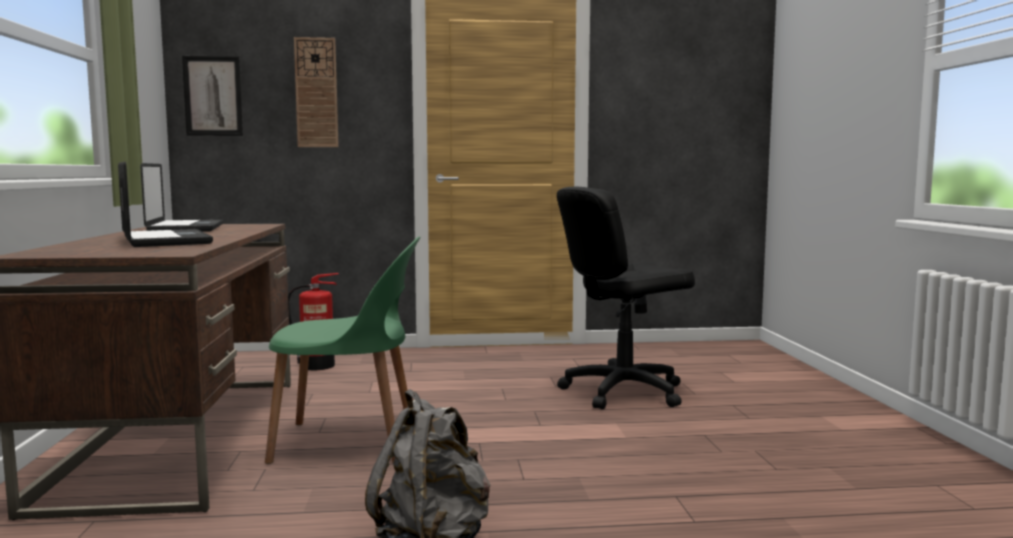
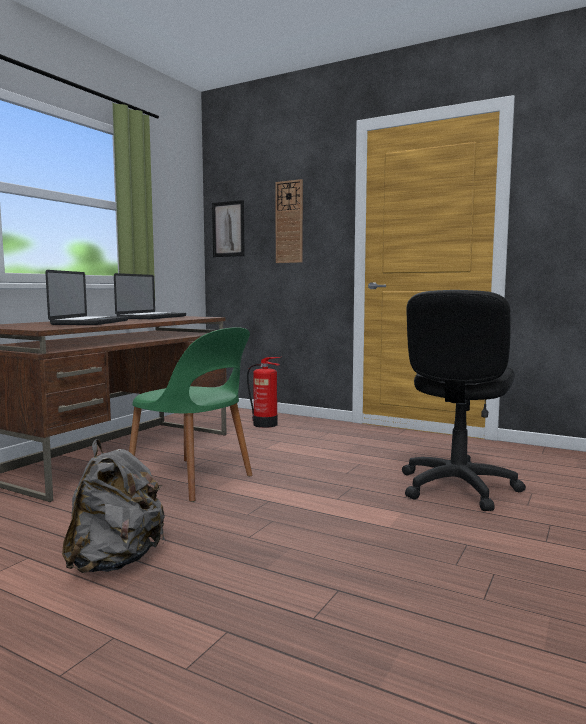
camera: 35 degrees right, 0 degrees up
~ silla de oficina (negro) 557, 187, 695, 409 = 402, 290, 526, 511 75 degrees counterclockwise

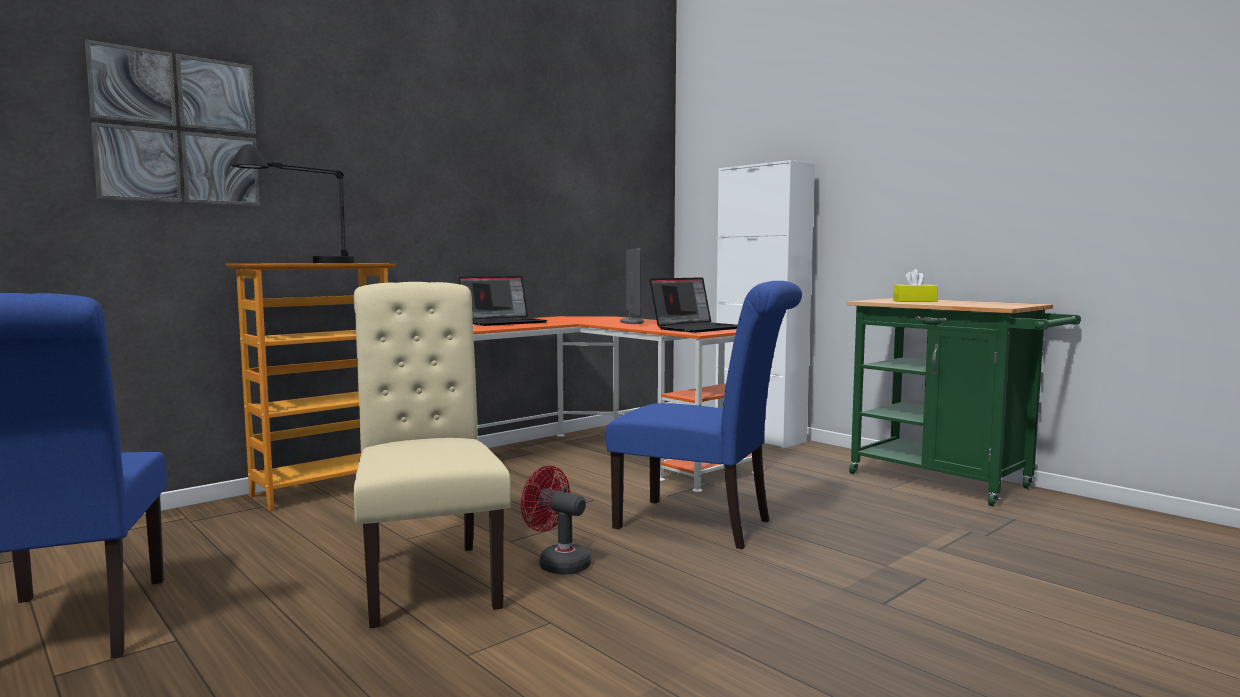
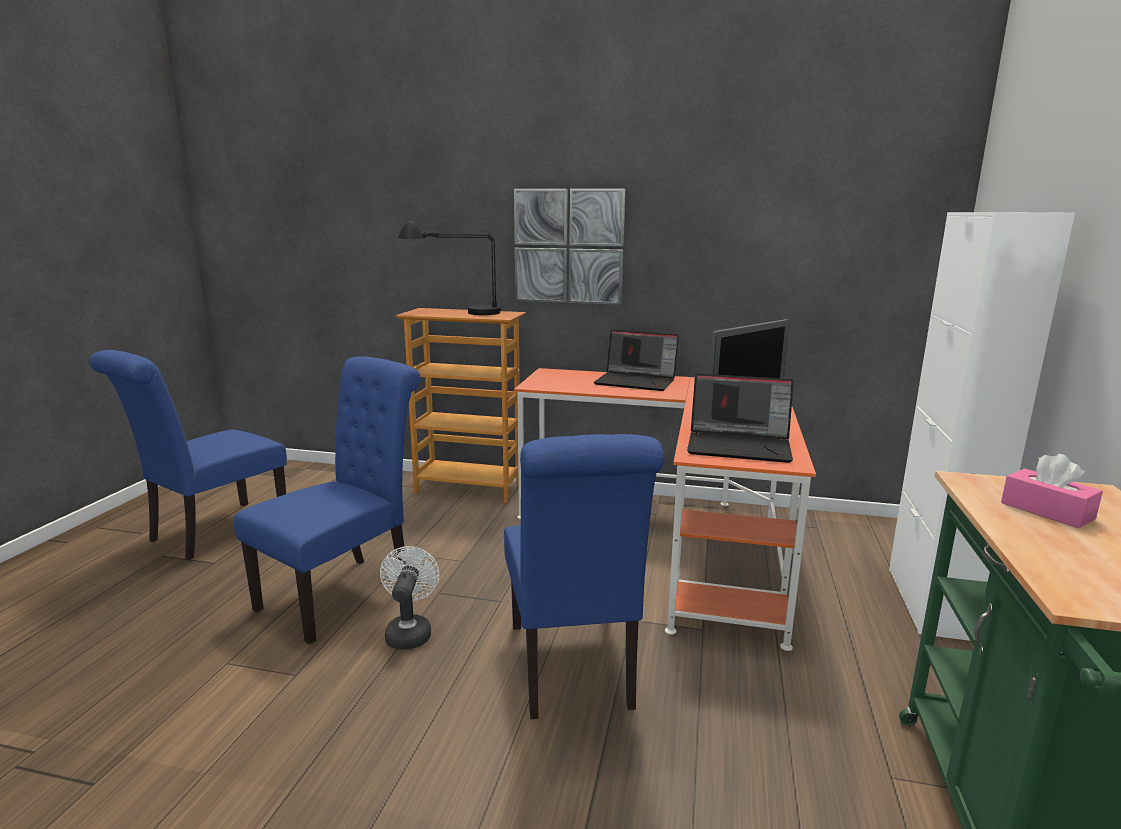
camera: 55 degrees right, 10 degrees up
~ cuadro 85, 39, 260, 206 to 514, 189, 625, 305
~ silla (beis) 353, 282, 511, 628 to silla (azul) 233, 356, 421, 645
~ ventilador (rojo) 521, 466, 591, 575 to ventilador (blanco) 380, 546, 439, 649
~ caja de pañuelos (amarillo) 893, 269, 938, 302 to caja de pañuelos (rosa) 1001, 454, 1103, 528

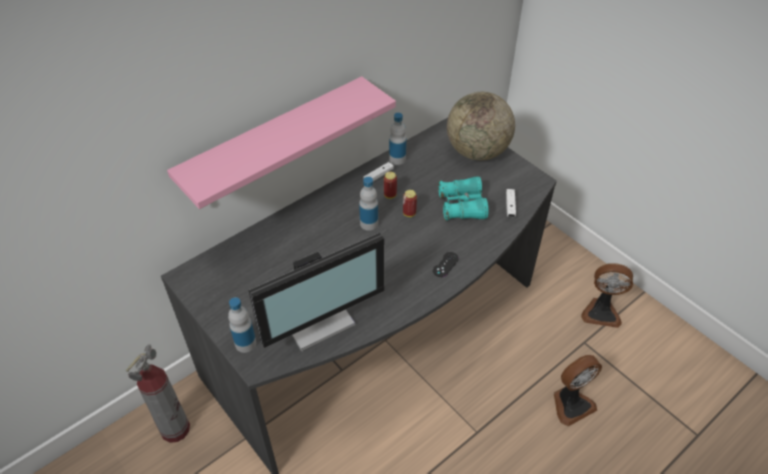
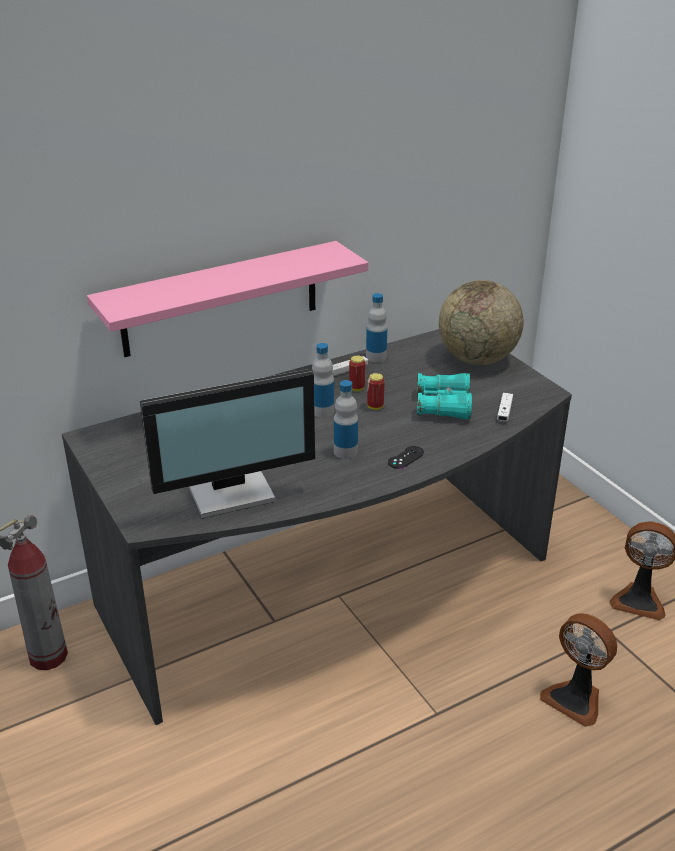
camera: 10 degrees right, 15 degrees down
~ botella 228, 297, 256, 353 to 334, 380, 358, 459
~ ventilador 553, 355, 602, 426 = 540, 613, 617, 727 60 degrees clockwise

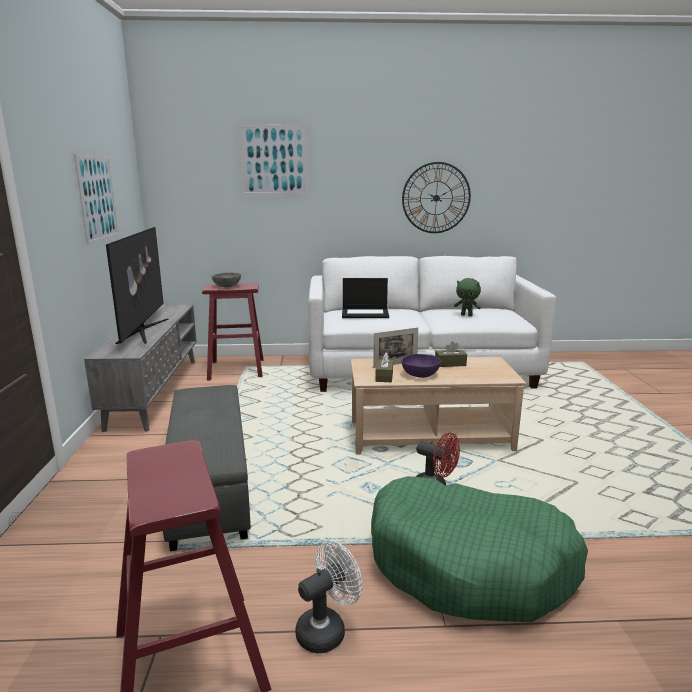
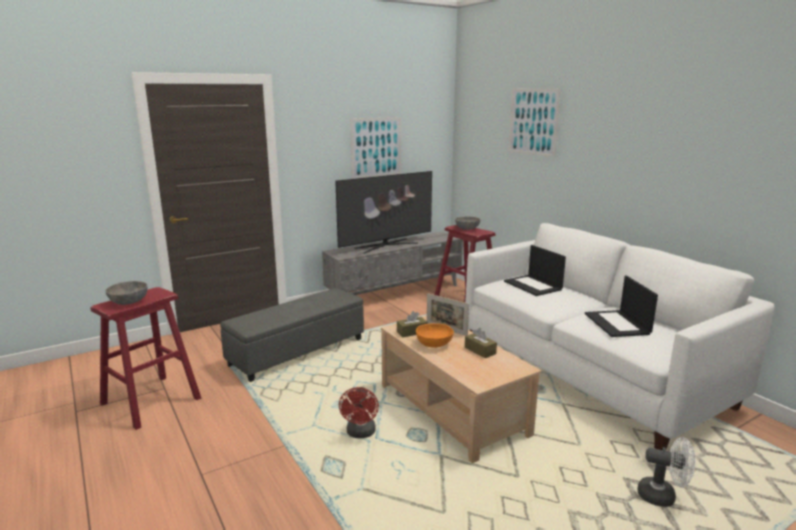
camera: 60 degrees right, 0 degrees up
~ ventilador (blanco) 295, 541, 362, 653 to 637, 437, 695, 507
- cama para perro (verde) 371, 476, 588, 622
~ cuenco (morado) 401, 354, 441, 378 to cuenco (naranja) 416, 323, 454, 348
- reloj de pared 402, 162, 471, 233
~ peluche (verde) 454, 278, 481, 316 to portátil 585, 275, 658, 337
+ cuenco (gris) 105, 281, 148, 305

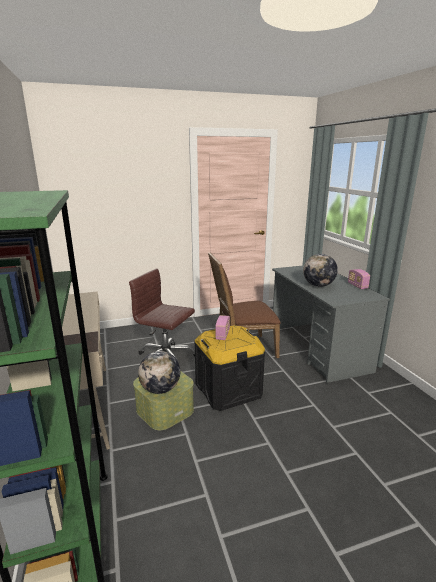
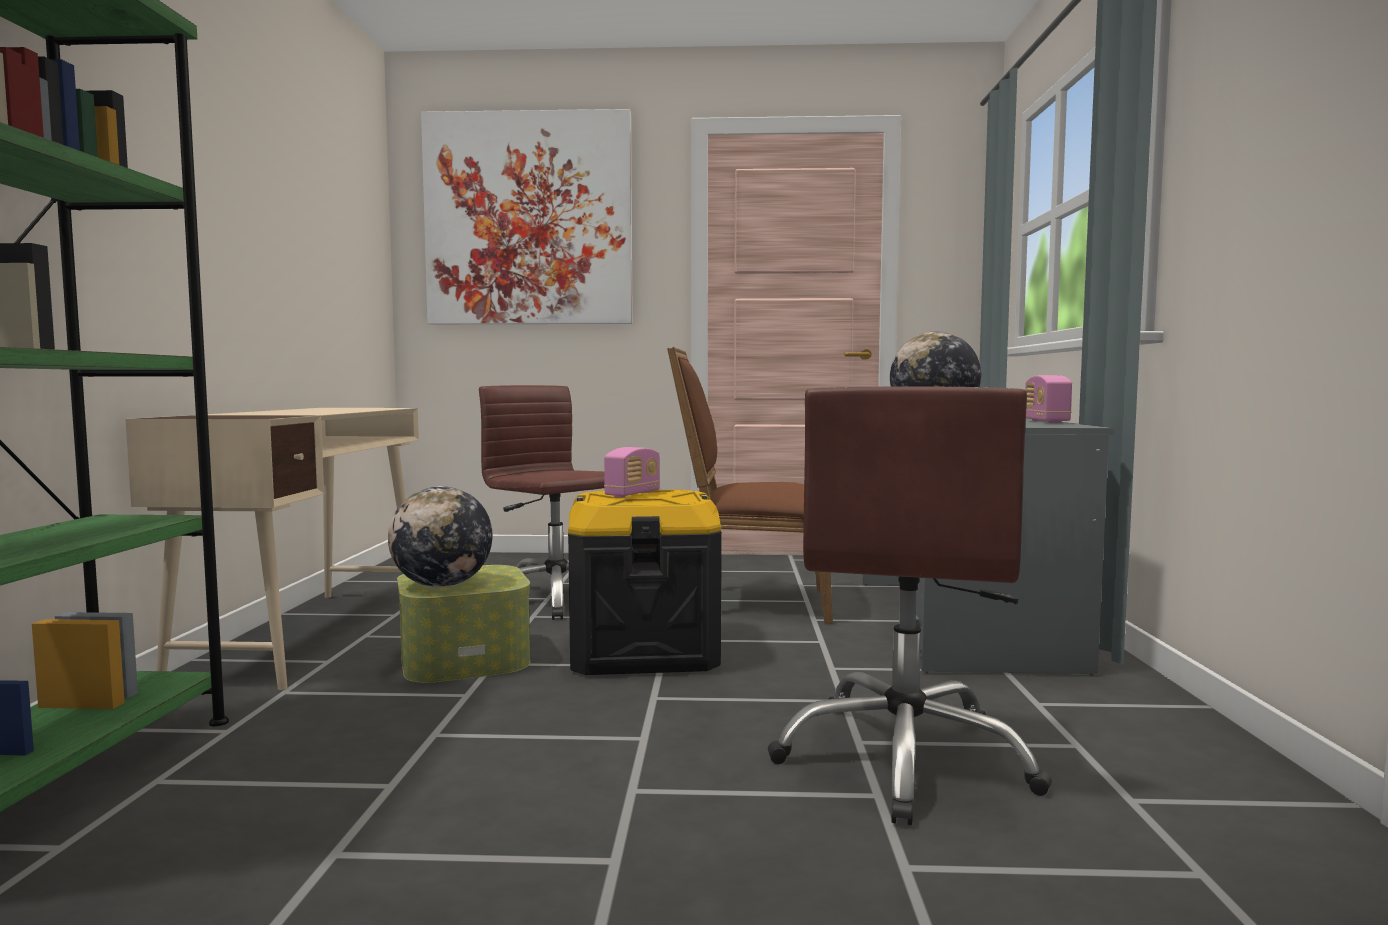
camera: 20 degrees right, 15 degrees down
+ cuadro 421, 109, 633, 324
+ silla de oficina (marrón) 768, 387, 1052, 825

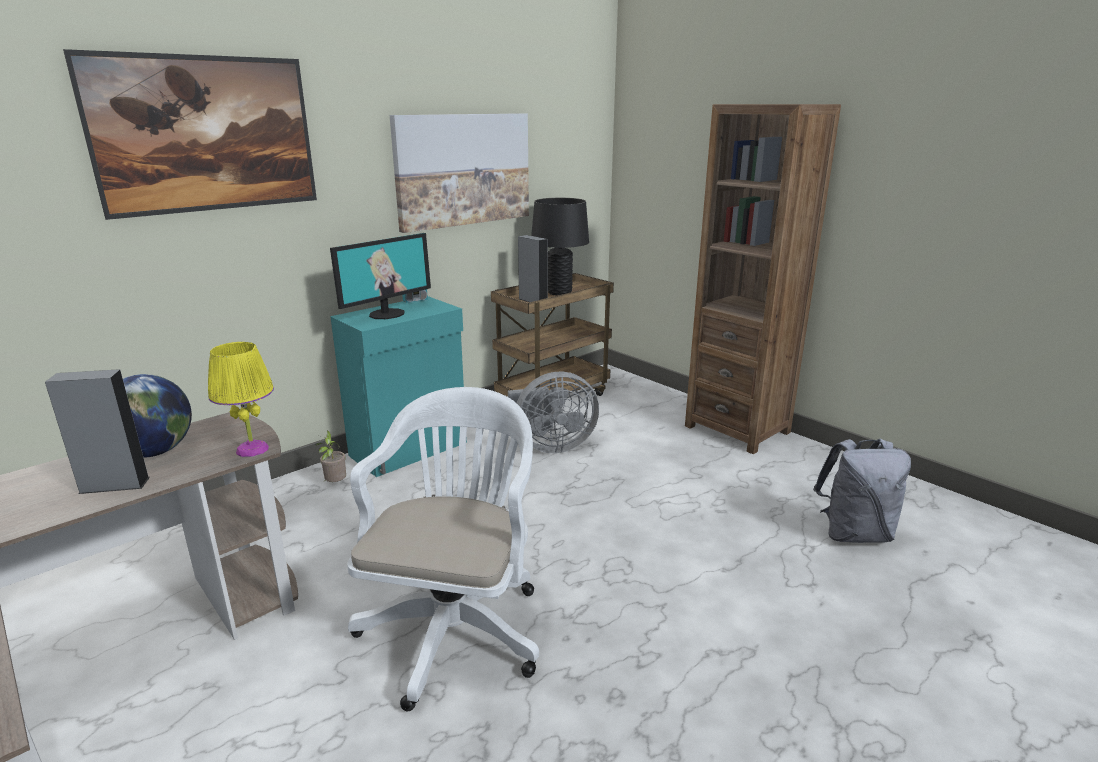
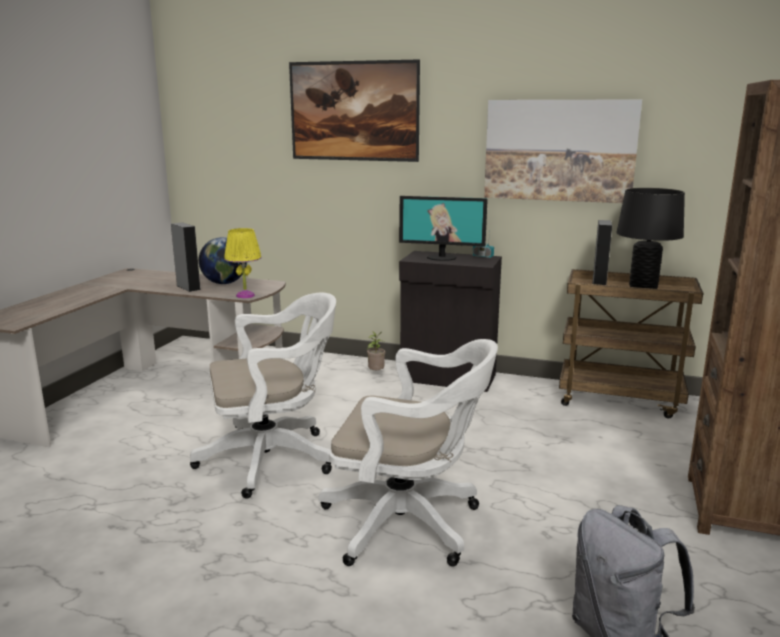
camera: 60 degrees right, 5 degrees down
~ armario (turquesa) 330, 296, 467, 477 to armario (negro) 399, 251, 502, 392
- ventilador (gris) 508, 372, 599, 453
+ silla de oficina (blanco) 319, 339, 498, 567

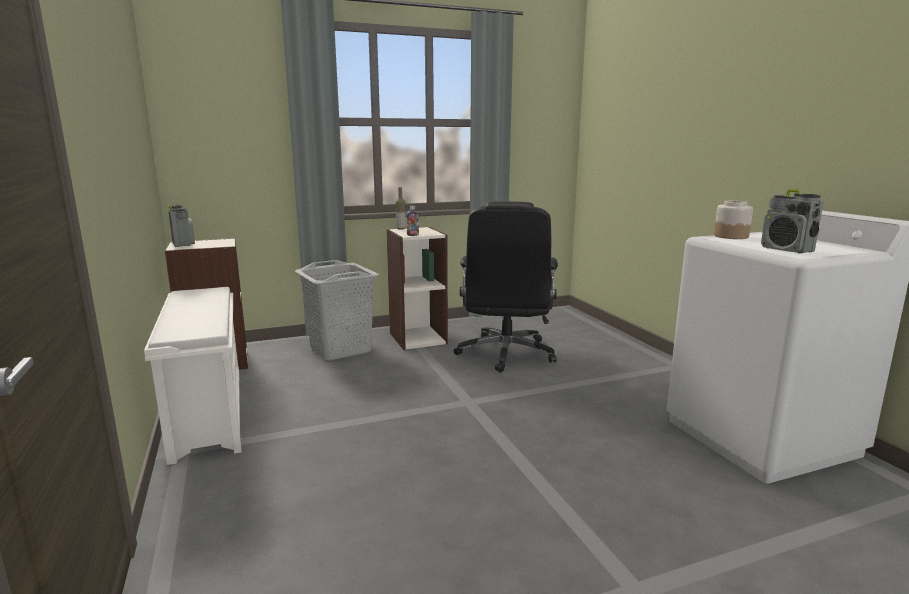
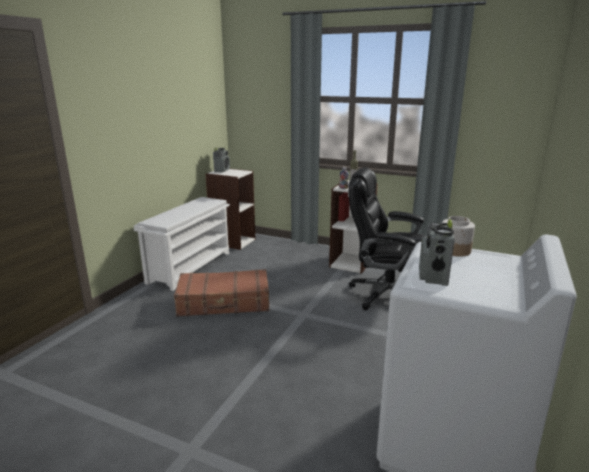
camera: 45 degrees right, 5 degrees up
- cesto de la ropa (gris) 295, 260, 379, 361
~ silla de oficina (negro) 454, 201, 558, 373 = 349, 167, 427, 310 60 degrees clockwise
+ maleta (marrón) 174, 269, 269, 316

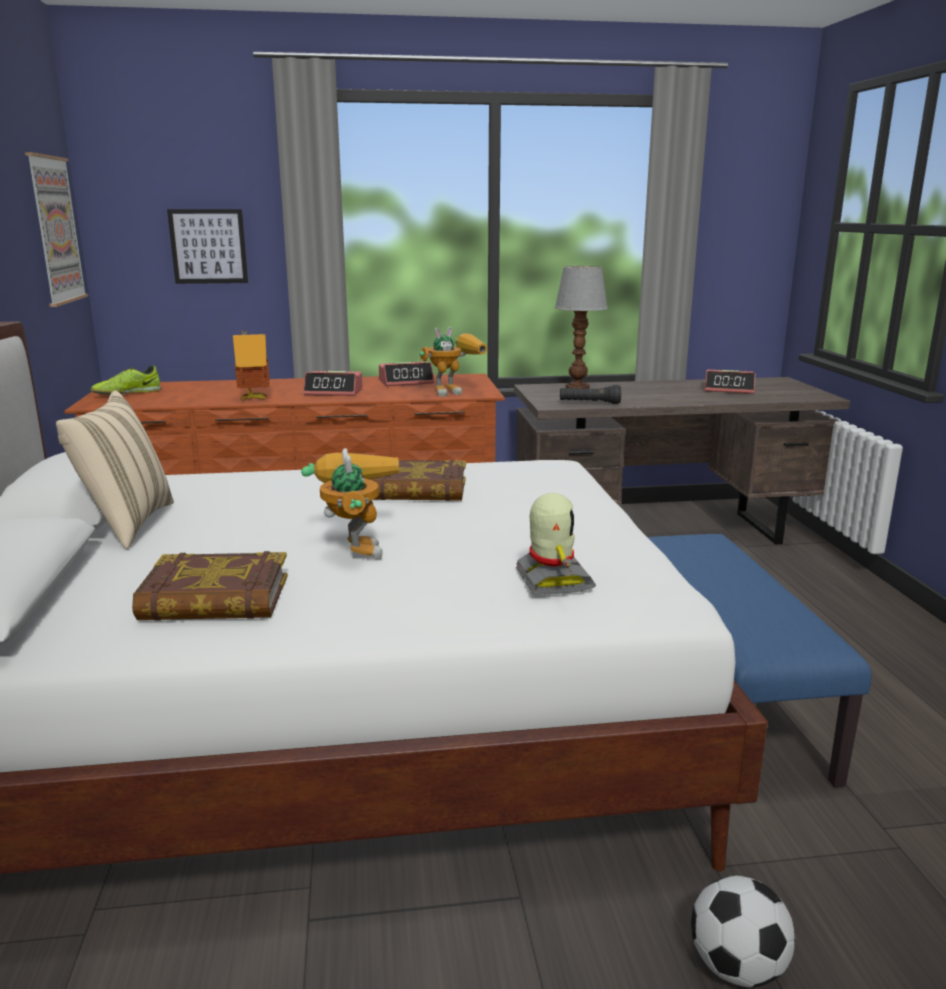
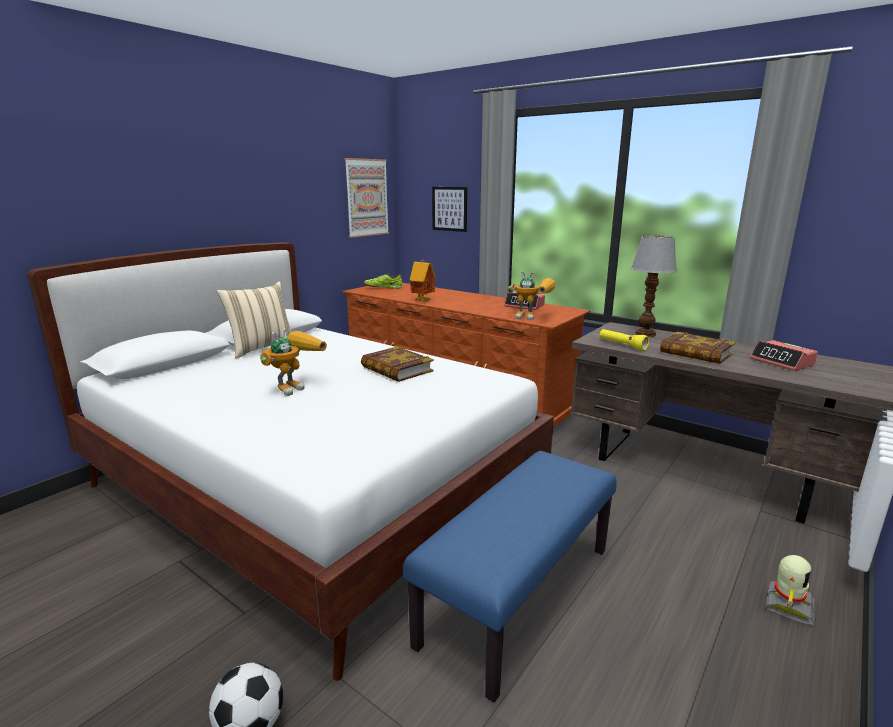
camera: 45 degrees right, 0 degrees up
~ libro 132, 551, 287, 621 to 660, 332, 736, 364
- despertador 303, 371, 363, 396
~ robot de juguete 516, 493, 596, 594 to 766, 555, 815, 625
~ linterna (negro) 560, 385, 621, 404 to linterna (amarillo) 600, 329, 649, 351

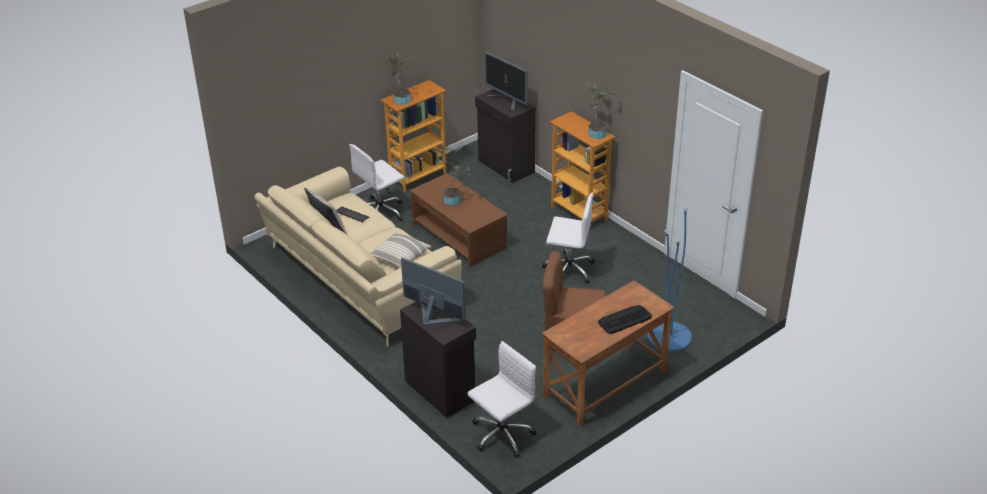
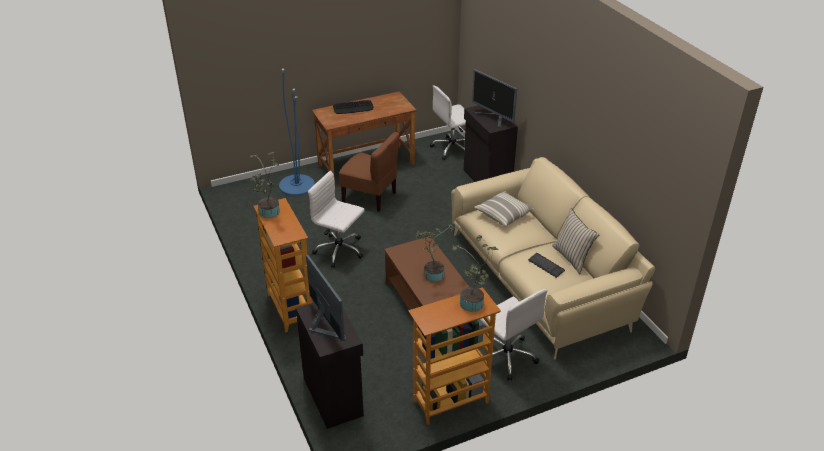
camera: 165 degrees left, 0 degrees up
~ silla de oficina (blanco) 349, 144, 405, 221 = 480, 289, 547, 381 75 degrees clockwise

